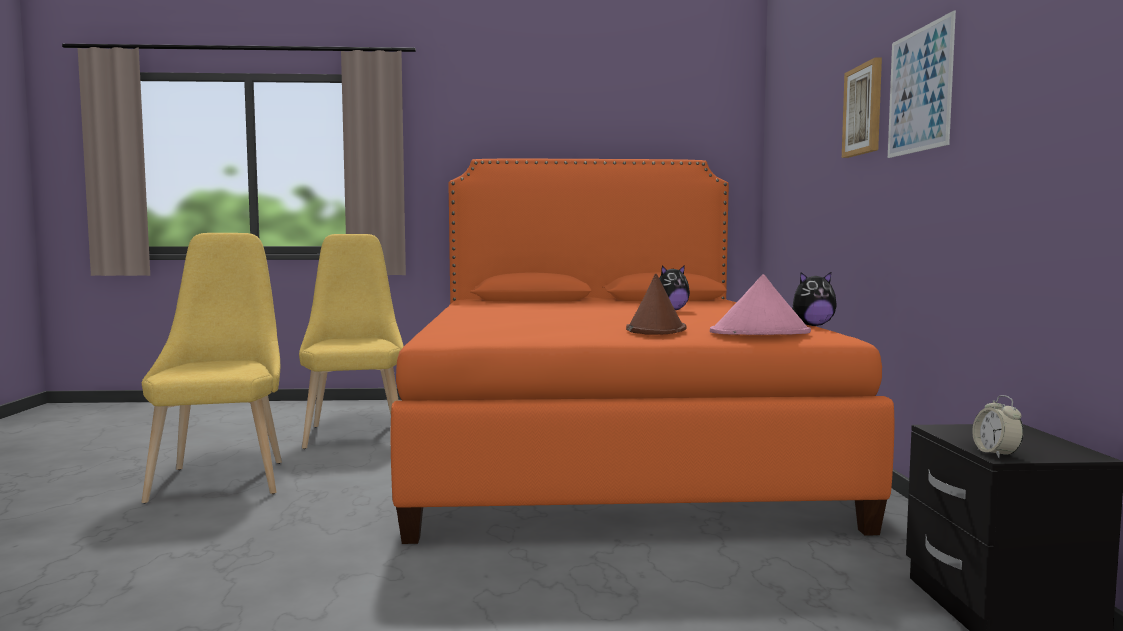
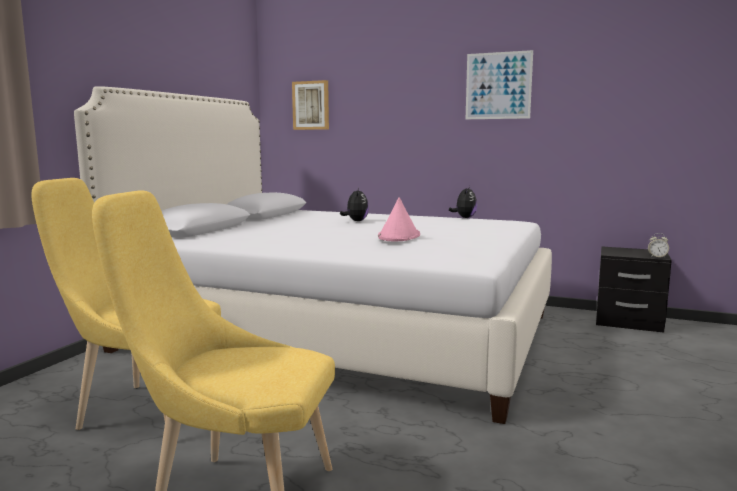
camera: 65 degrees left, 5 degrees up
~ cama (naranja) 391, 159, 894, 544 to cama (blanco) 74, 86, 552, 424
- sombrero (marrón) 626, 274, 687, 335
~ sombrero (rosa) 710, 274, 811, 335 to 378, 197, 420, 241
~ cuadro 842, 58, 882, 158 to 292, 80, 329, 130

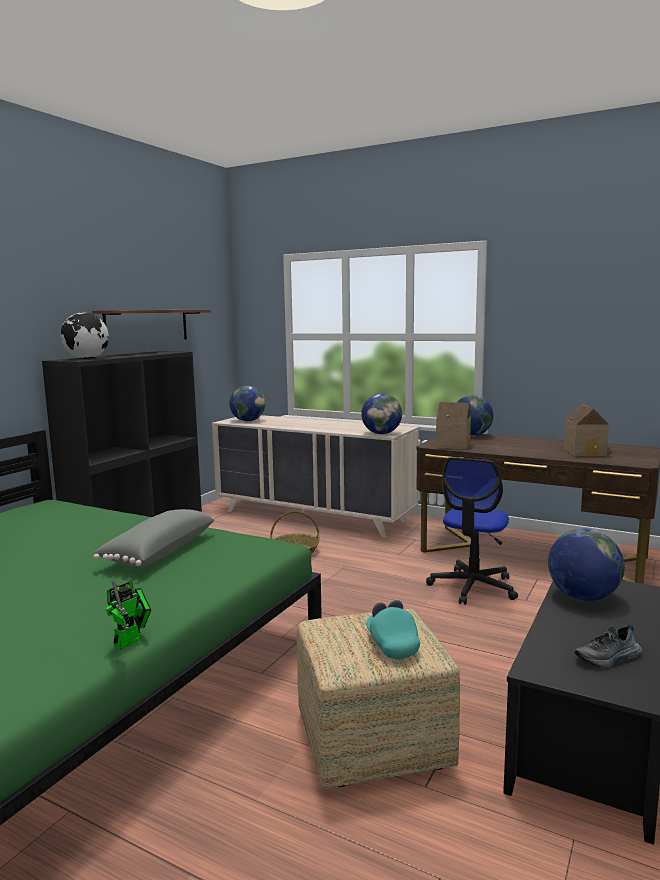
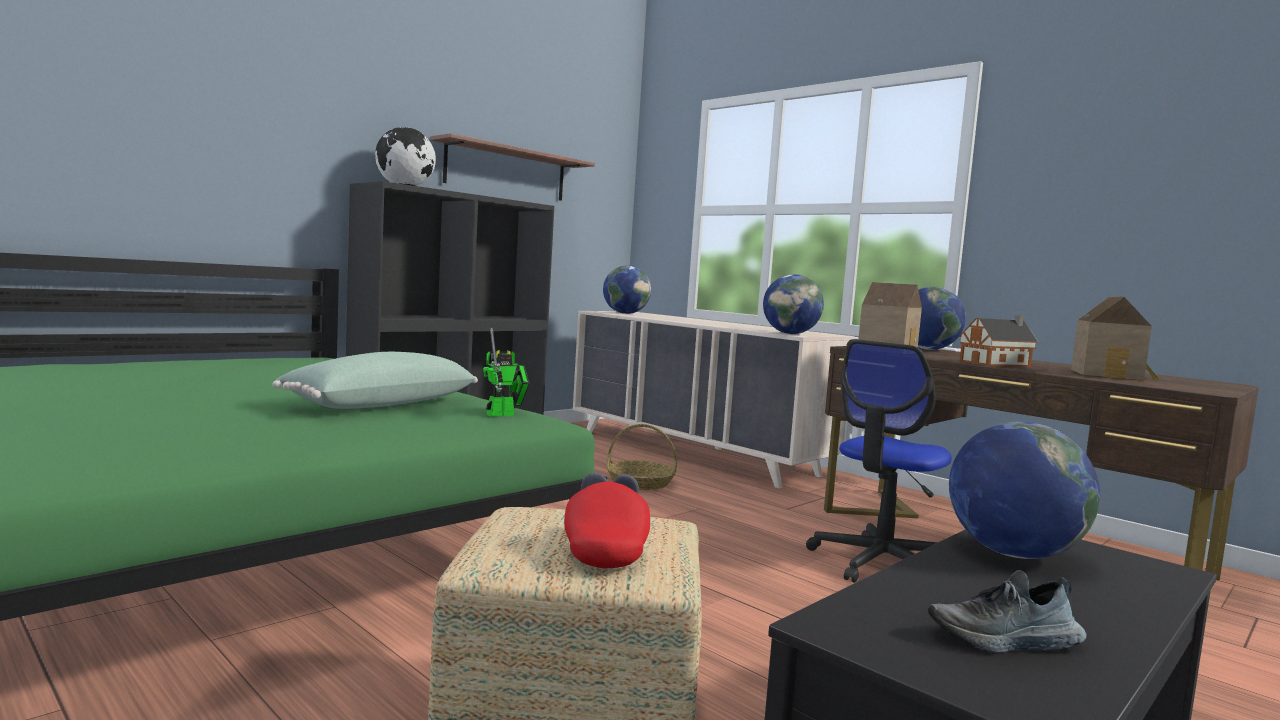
camera: 15 degrees right, 5 degrees down
~ cojín (gris) 93, 509, 215, 567 to cojín (verde) 272, 352, 478, 409
~ robot de juguete 106, 579, 151, 650 to 483, 328, 529, 417
~ gorra (turquesa) 366, 600, 420, 659 to gorra (rojo) 564, 472, 650, 568
+ casita 959, 315, 1038, 367

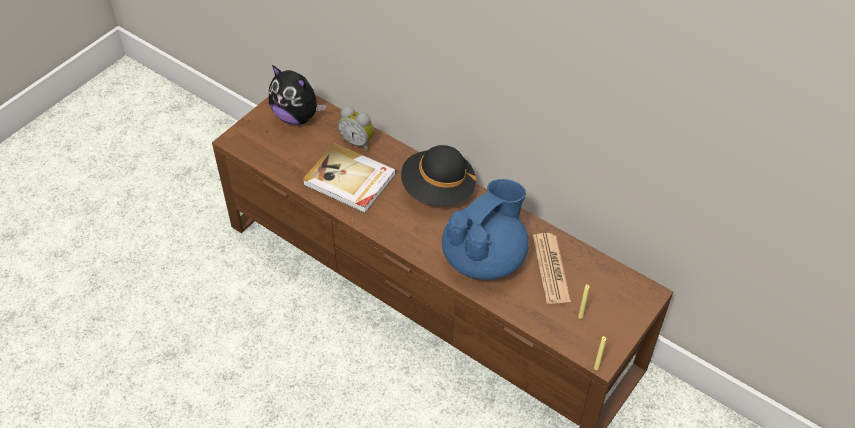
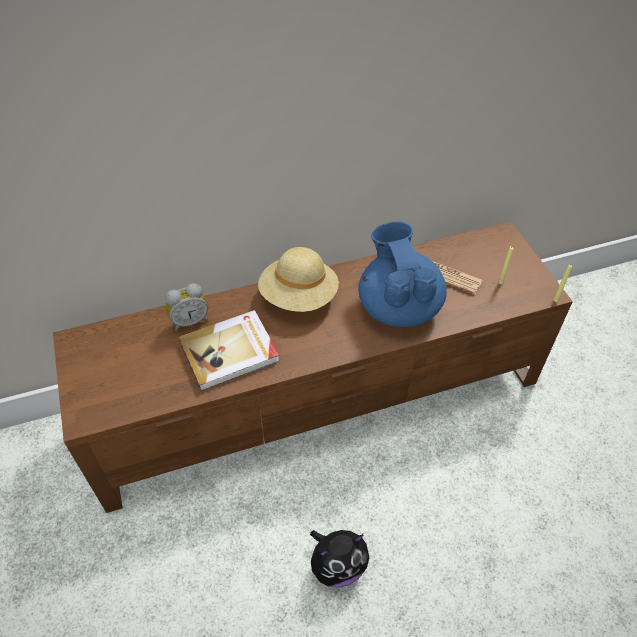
camera: 55 degrees left, 0 degrees up
~ peluche 269, 65, 326, 125 to 310, 530, 369, 588
~ sombrero (negro) 401, 145, 476, 206 to sombrero (beis) 258, 247, 339, 312

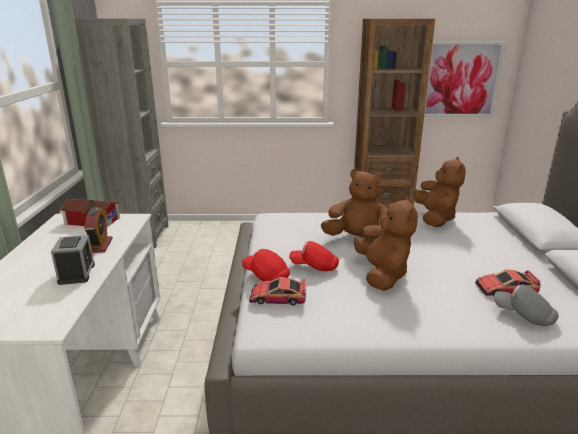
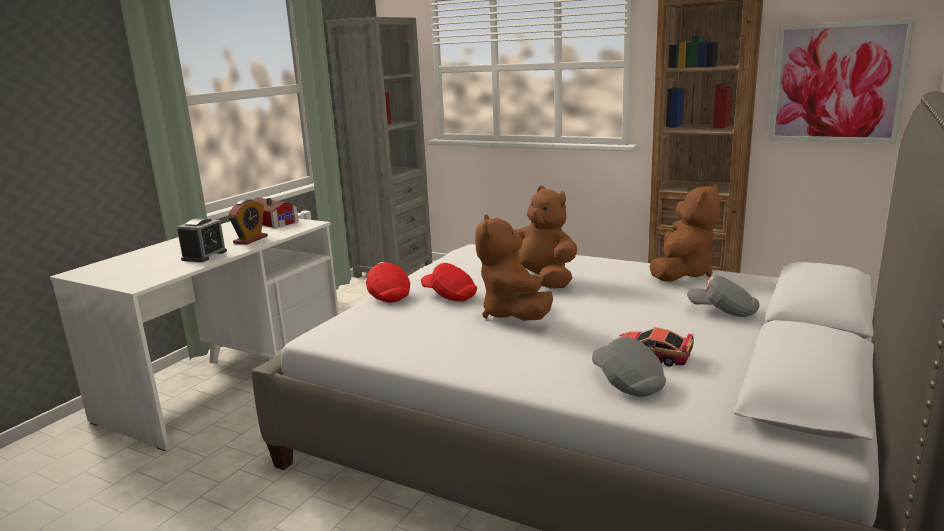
camera: 30 degrees right, 5 degrees down
- coche de juguete 249, 277, 307, 306
~ peluche (marrón) 354, 196, 418, 291 = 475, 215, 553, 321 150 degrees clockwise
+ gorra (gris) 687, 275, 759, 317

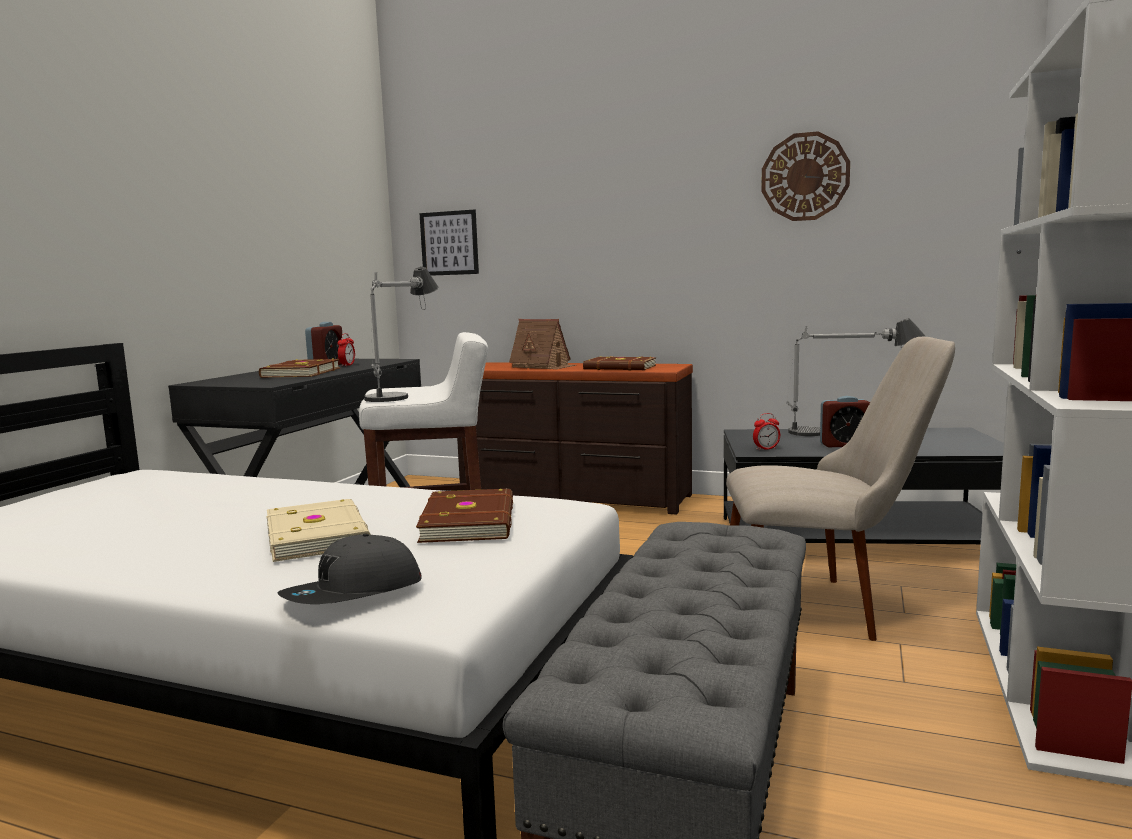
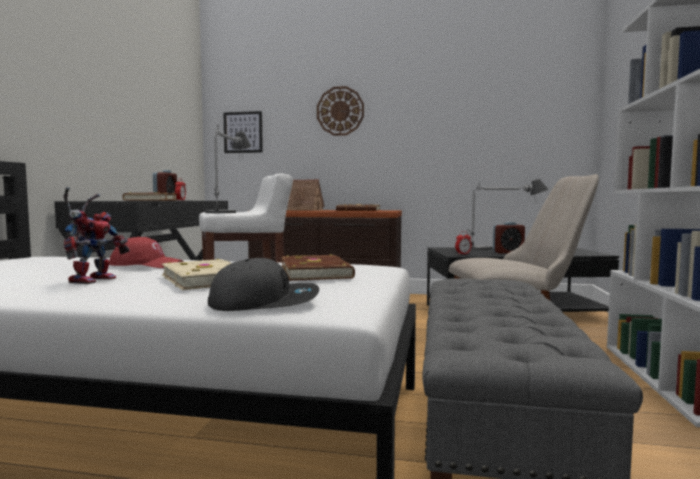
camera: 10 degrees left, 5 degrees down
~ gorra (gris) 278, 534, 422, 604 = 208, 258, 319, 311 135 degrees counterclockwise
~ reloj de pared 761, 131, 850, 221 to 317, 86, 364, 136
+ robot de juguete 63, 187, 130, 284
+ gorra (rojo) 109, 237, 183, 268

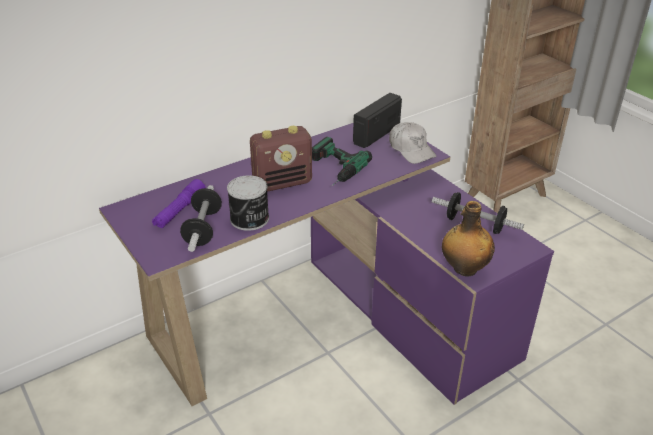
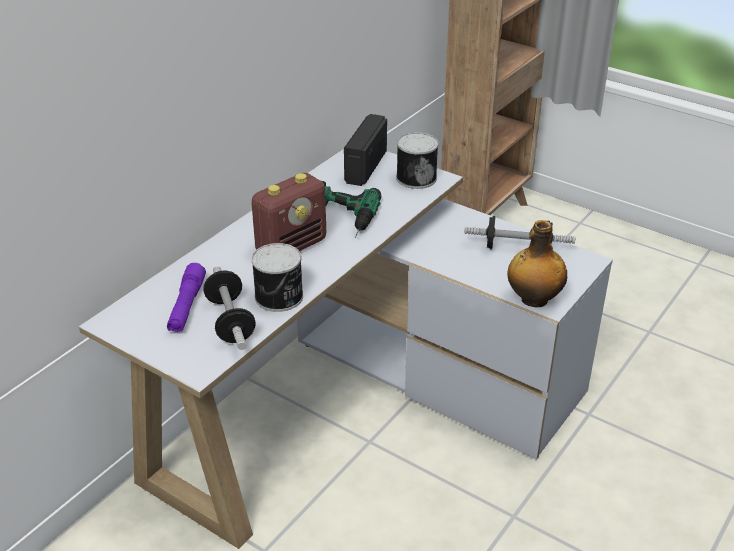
camera: 20 degrees left, 0 degrees up
~ escritorio (morado) 99, 123, 554, 406 to escritorio (blanco) 79, 149, 613, 549
~ gorra (blanco) 389, 122, 436, 164 to lata 396, 132, 439, 189

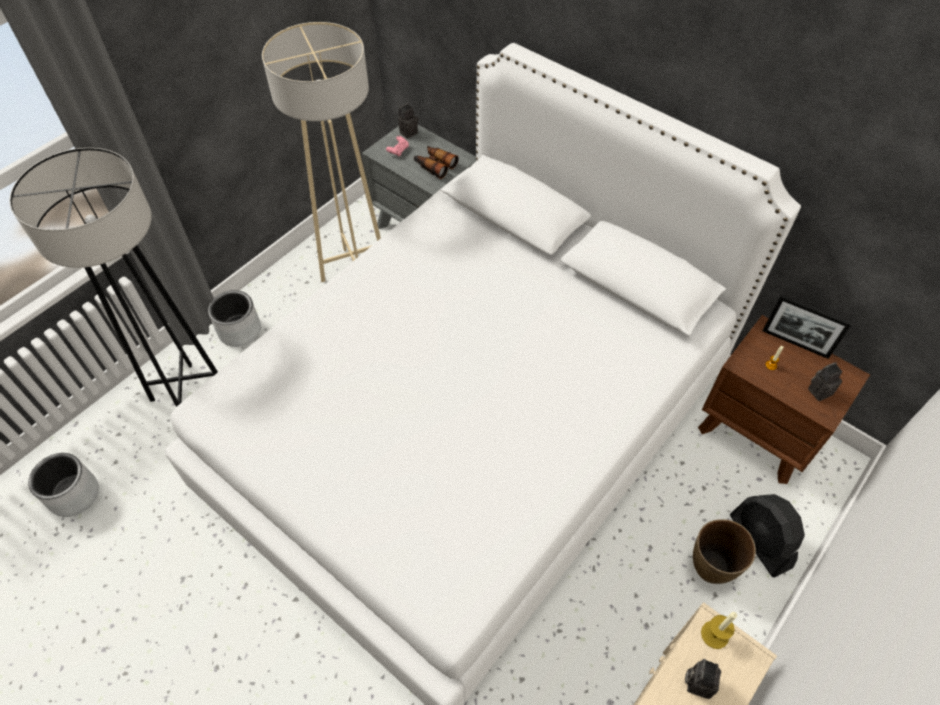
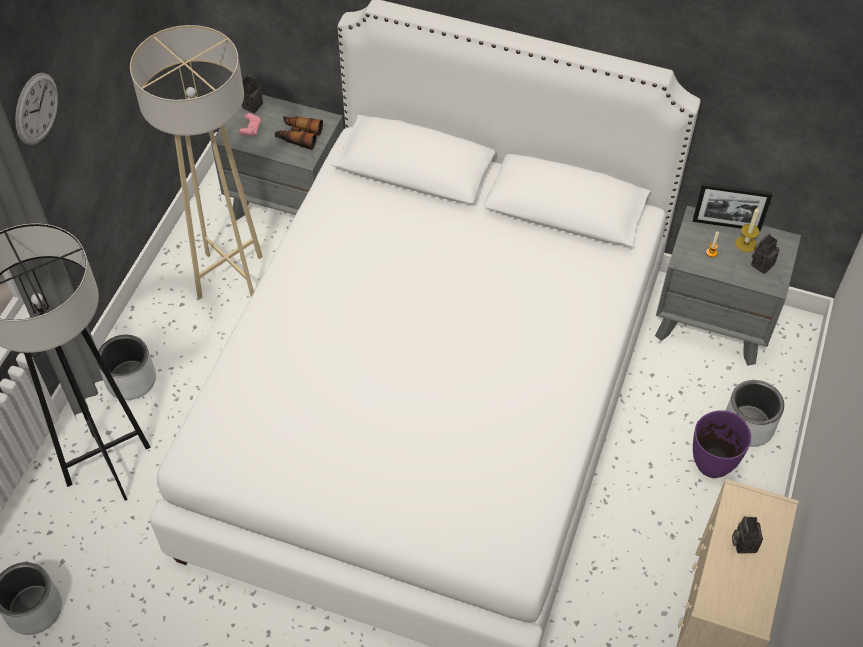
camera: 20 degrees left, 0 degrees up
~ florero (marrón) 693, 519, 756, 584 to florero (morado) 693, 410, 751, 478
~ mesita de noche (marrón) 698, 315, 870, 484 to mesita de noche (gris) 655, 206, 801, 366
~ vela 701, 612, 737, 649 to 736, 207, 760, 252
~ ventilador (negro) 730, 494, 805, 578 to maceta (gris) 725, 380, 784, 447
+ reloj de pared 15, 73, 58, 145

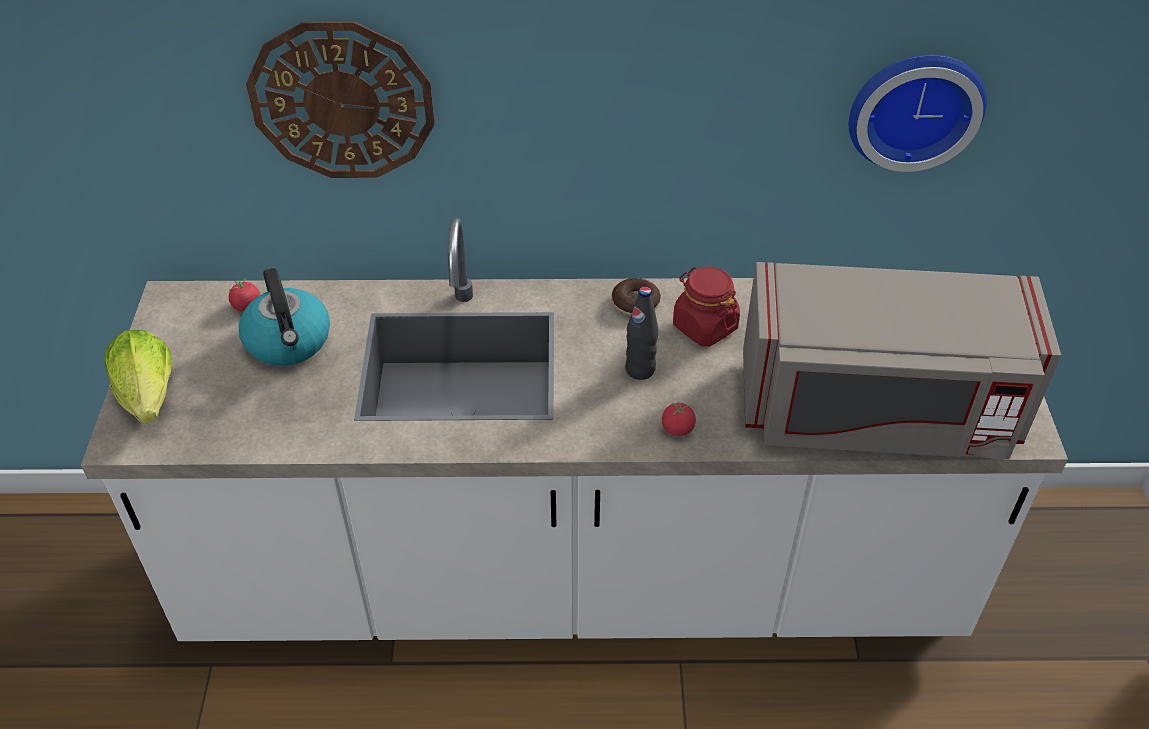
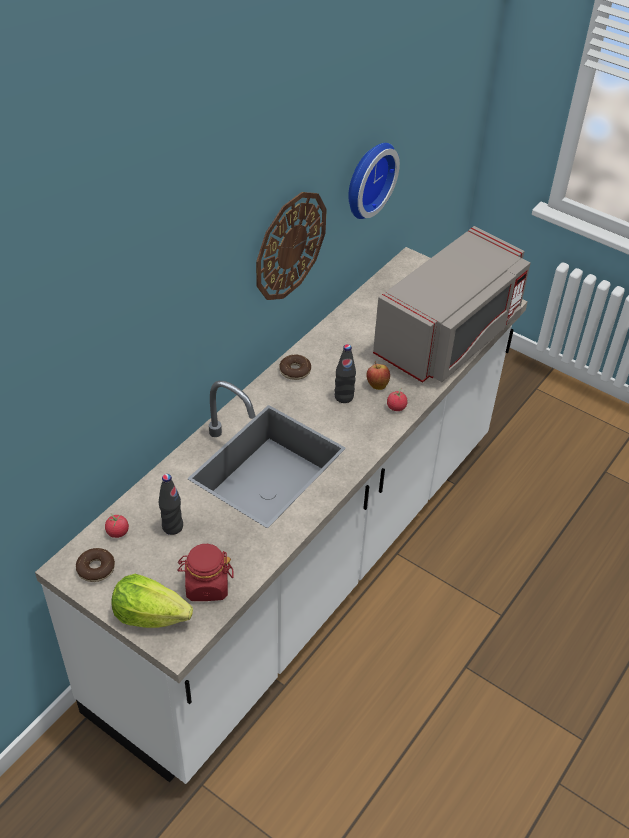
camera: 55 degrees left, 0 degrees up
~ hervidor 239, 268, 330, 366 to botella (negro) 159, 474, 183, 535
~ reloj de pared 246, 21, 435, 178 to 256, 192, 327, 300
~ tarro (rojo) 673, 267, 740, 347 to 178, 544, 233, 601
+ rosquilla 76, 548, 115, 582
+ manzana 367, 361, 390, 390

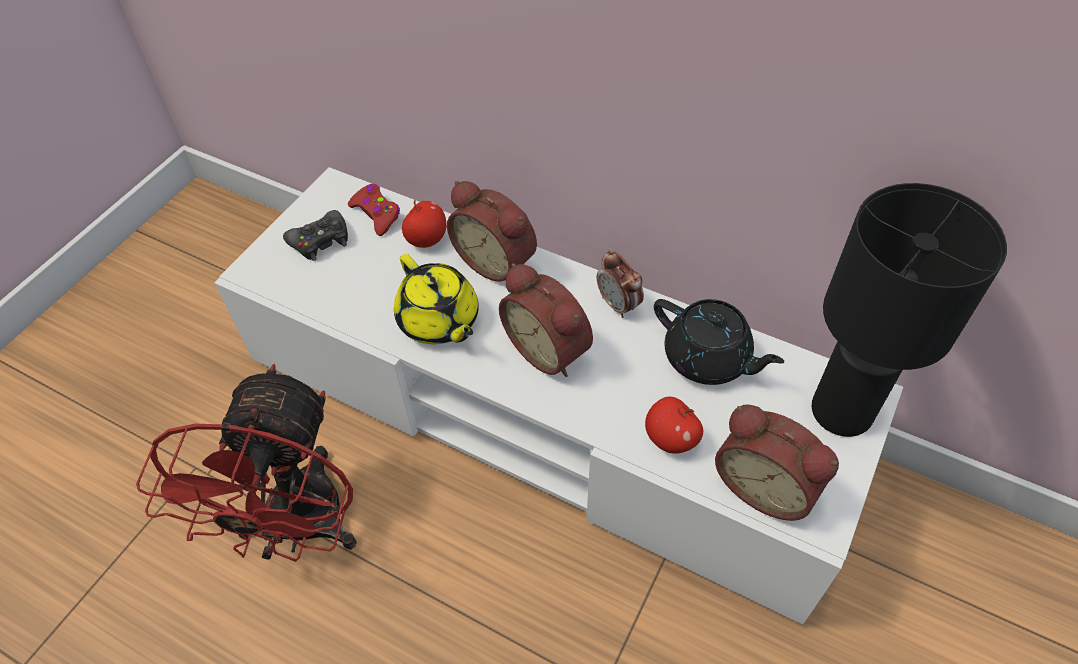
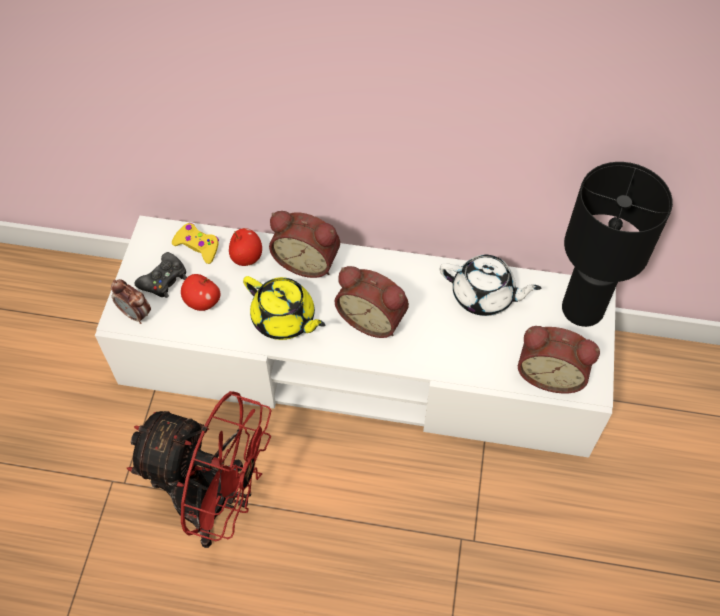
camera: 20 degrees left, 5 degrees up
~ ventilador (rojo) 136, 364, 357, 562 = 127, 391, 272, 548 60 degrees counterclockwise
~ mando de consola (rojo) 348, 184, 400, 236 to mando de consola (amarillo) 172, 223, 219, 264
~ despertador 597, 250, 644, 318 to 111, 279, 151, 324
~ manzana 645, 397, 703, 454 to 181, 274, 220, 311
~ tetera (negro) 654, 299, 784, 385 to tetera (blanco) 440, 255, 541, 316

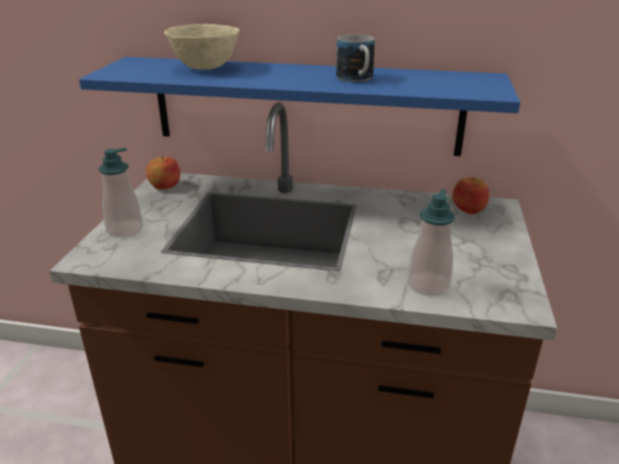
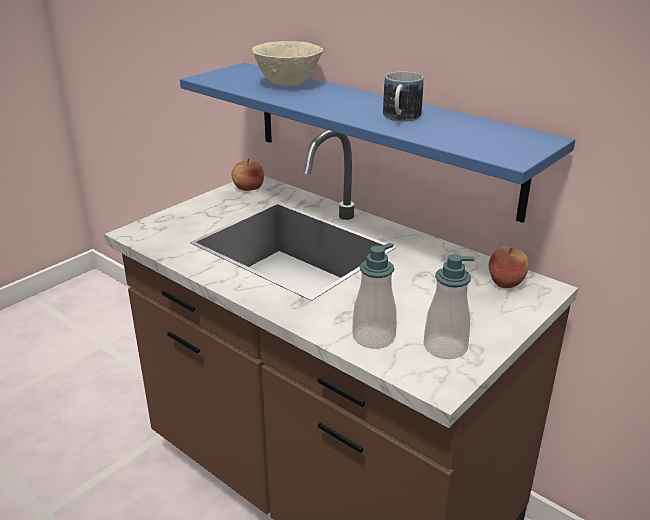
camera: 30 degrees right, 0 degrees up
~ dispensador de jabón 99, 147, 143, 238 to 424, 254, 475, 359

